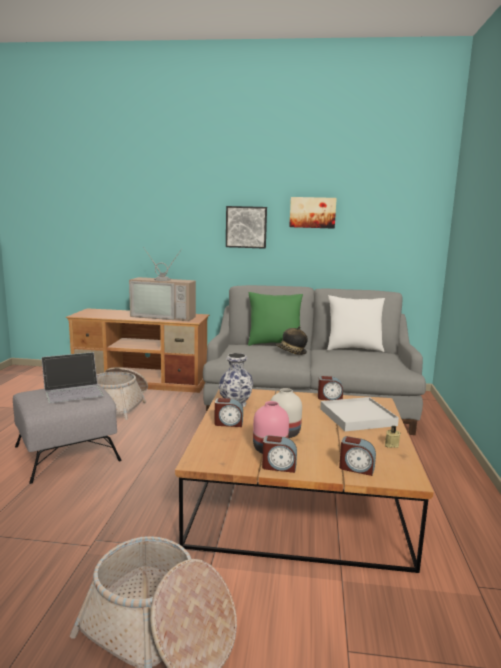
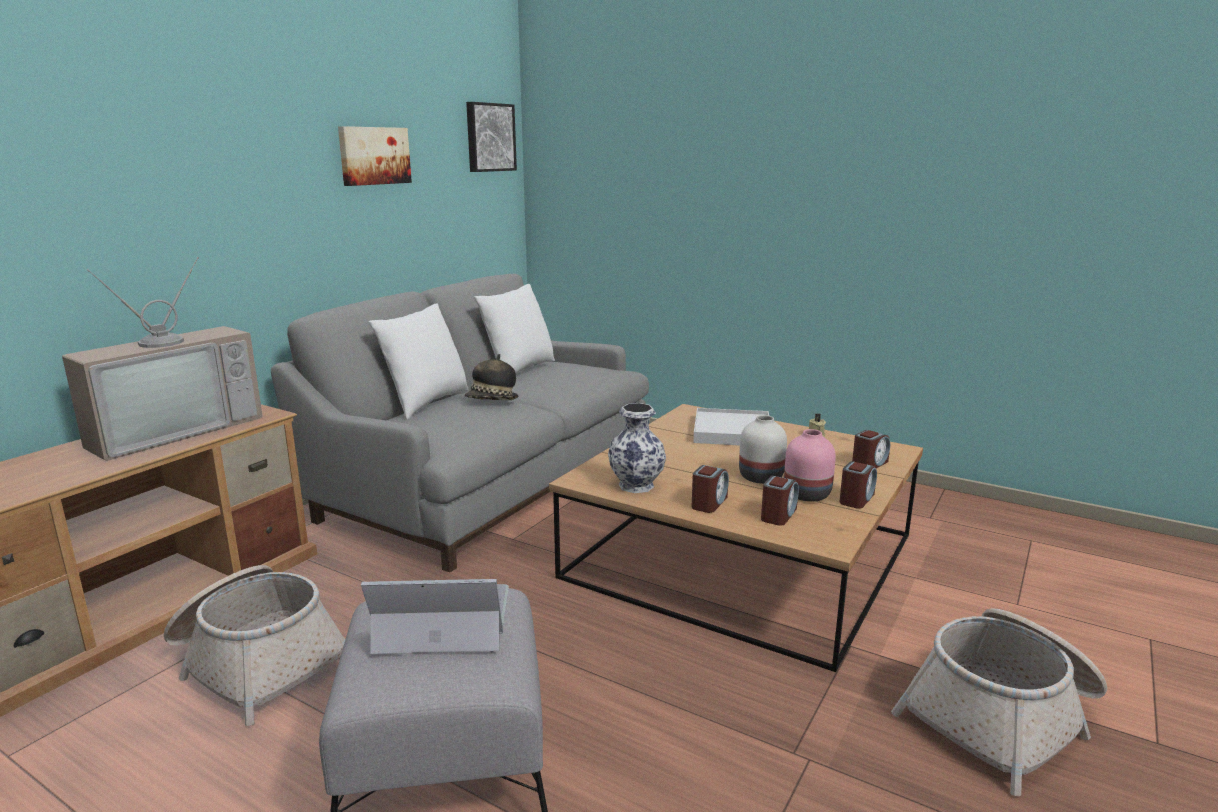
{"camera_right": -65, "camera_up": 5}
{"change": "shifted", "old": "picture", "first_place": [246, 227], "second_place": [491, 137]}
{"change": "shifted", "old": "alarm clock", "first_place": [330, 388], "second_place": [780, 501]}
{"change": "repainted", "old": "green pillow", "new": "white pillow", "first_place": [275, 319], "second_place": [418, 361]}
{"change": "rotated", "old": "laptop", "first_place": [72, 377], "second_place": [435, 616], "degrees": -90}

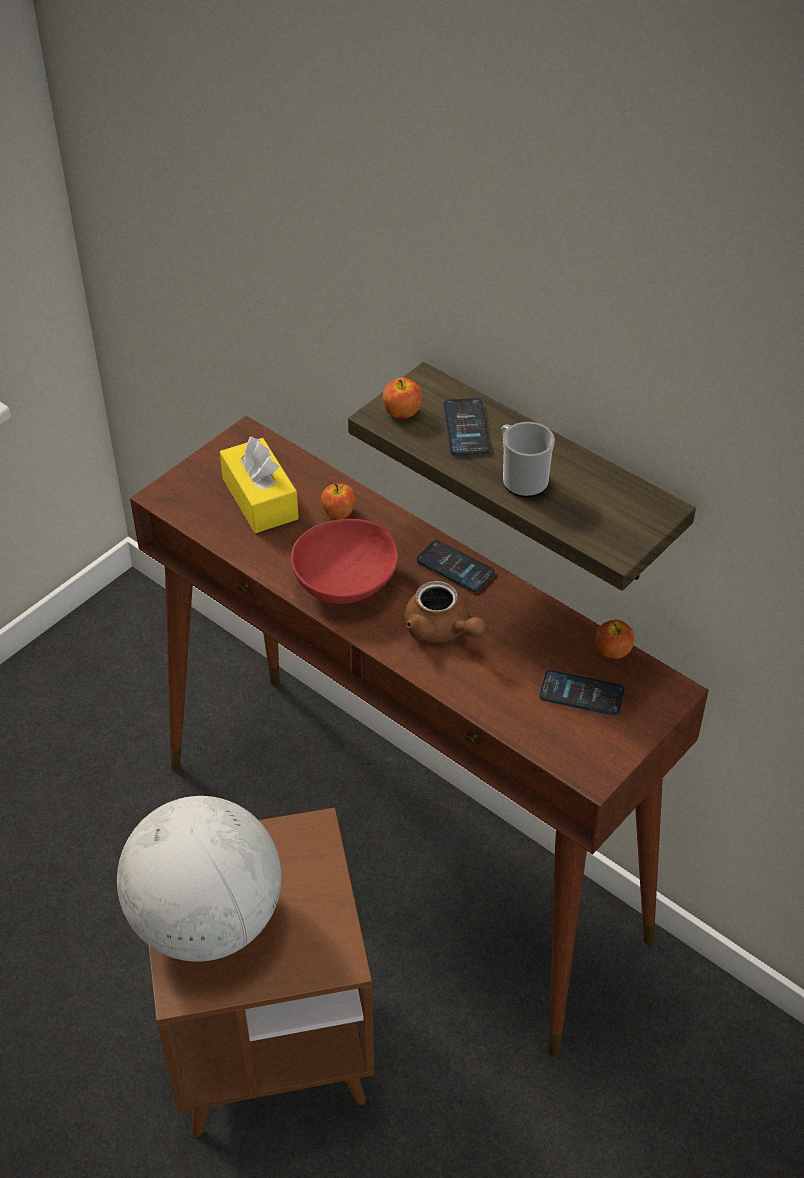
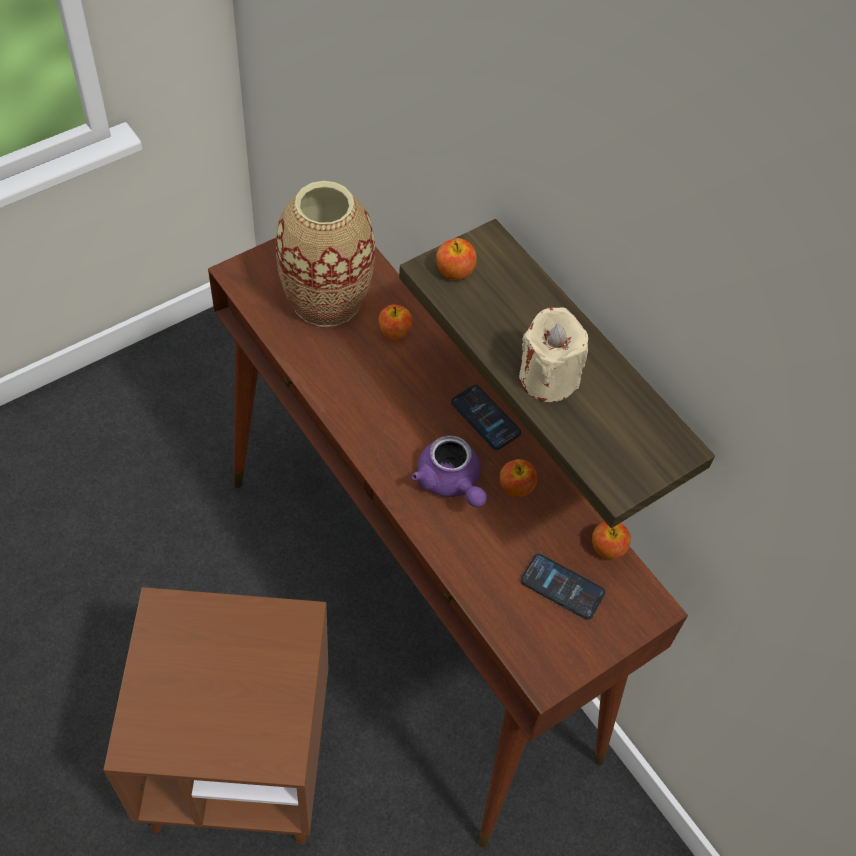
{"camera_right": 10, "camera_up": 10}
{"change": "gone", "old": "globe", "first_place": [199, 879]}
{"change": "gone", "old": "red bowl", "first_place": [344, 561]}
{"change": "gone", "old": "phone", "first_place": [467, 427]}
{"change": "new", "new": "apple", "second_place": [518, 478]}
{"change": "swapped", "old": "yellow tissue box", "new": "vase", "first_place": [259, 484], "second_place": [325, 254]}
{"change": "swapped", "old": "mug", "new": "beige candle", "first_place": [528, 460], "second_place": [553, 354]}
{"change": "repainted", "old": "brown teapot", "new": "purple teapot", "first_place": [445, 612], "second_place": [449, 471]}

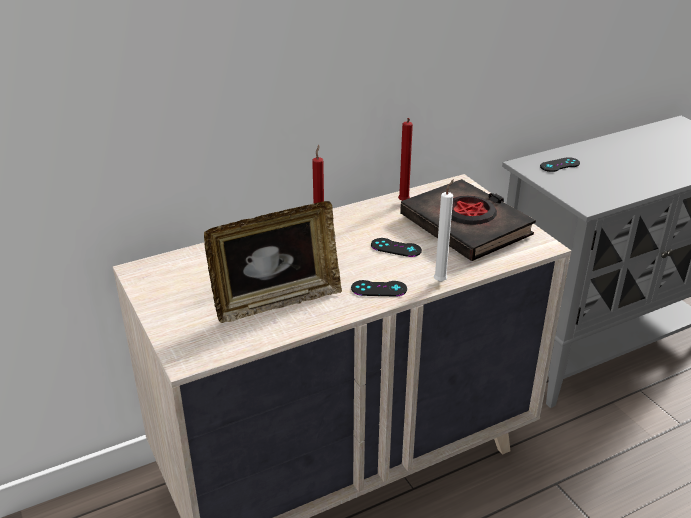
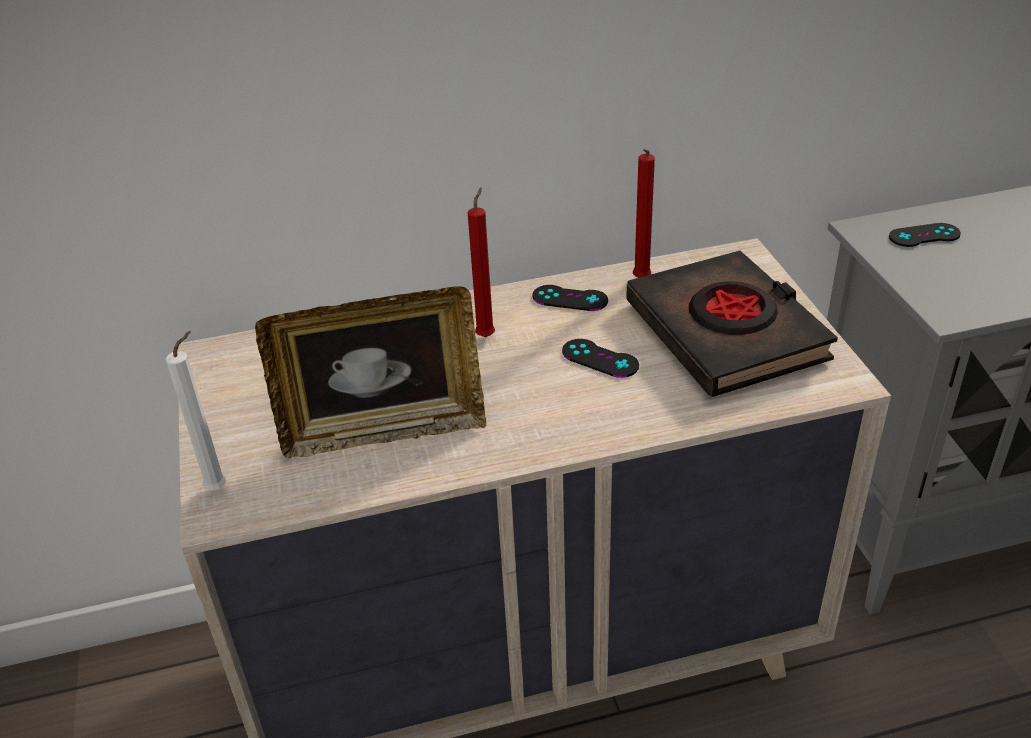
{"camera_right": 15, "camera_up": 5}
{"change": "shifted", "old": "black game controller", "first_place": [379, 288], "second_place": [570, 298]}
{"change": "shifted", "old": "white candle", "first_place": [444, 230], "second_place": [196, 411]}

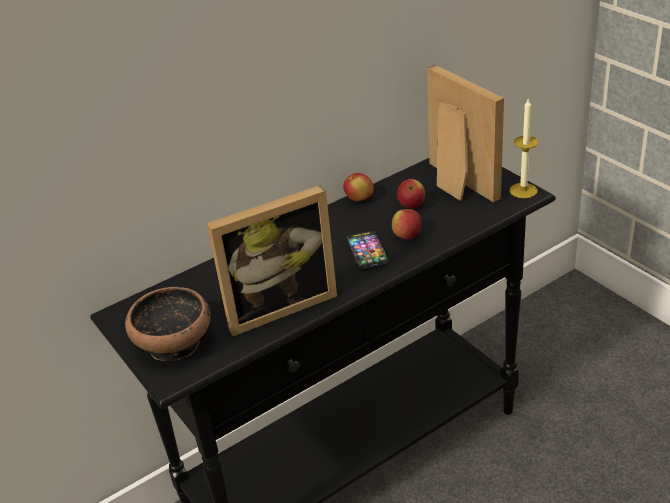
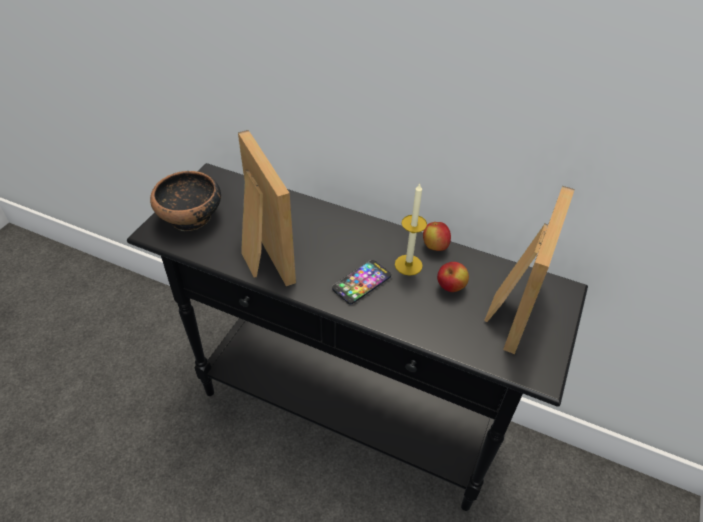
{"camera_right": 55, "camera_up": 10}
{"change": "gone", "old": "apple", "first_place": [406, 224]}
{"change": "shifted", "old": "candle", "first_place": [524, 148], "second_place": [411, 230]}
{"change": "rotated", "old": "picture frame", "first_place": [272, 260], "second_place": [267, 208], "degrees": -150}

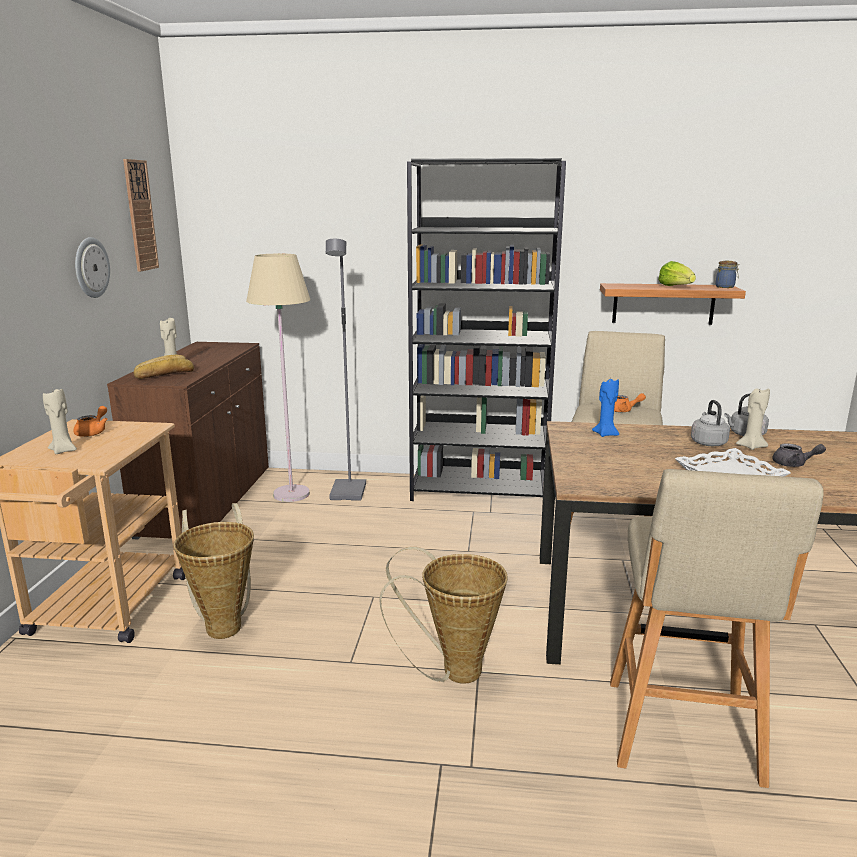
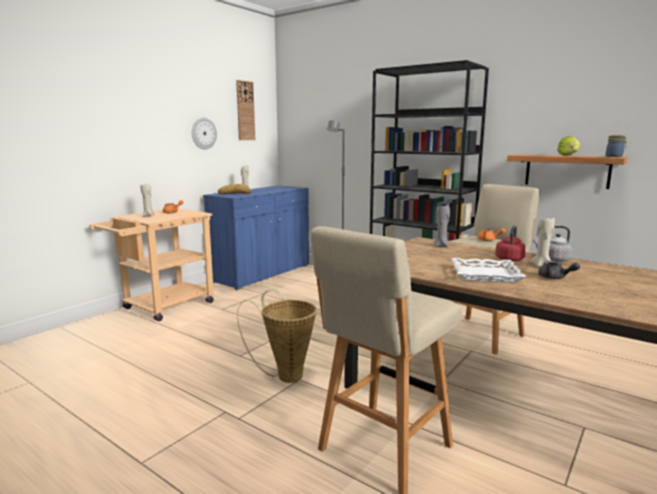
{"camera_right": 30, "camera_up": -5}
{"change": "gone", "old": "basket", "first_place": [214, 571]}
{"change": "gone", "old": "beige floor lamp", "first_place": [278, 378]}
{"change": "repainted", "old": "brown cabinet", "new": "blue cabinet", "first_place": [188, 440], "second_place": [256, 237]}
{"change": "repainted", "old": "blue candle", "new": "grey candle", "first_place": [605, 408], "second_place": [442, 226]}
{"change": "repainted", "old": "grey kettle", "new": "red kettle", "first_place": [710, 423], "second_place": [510, 243]}

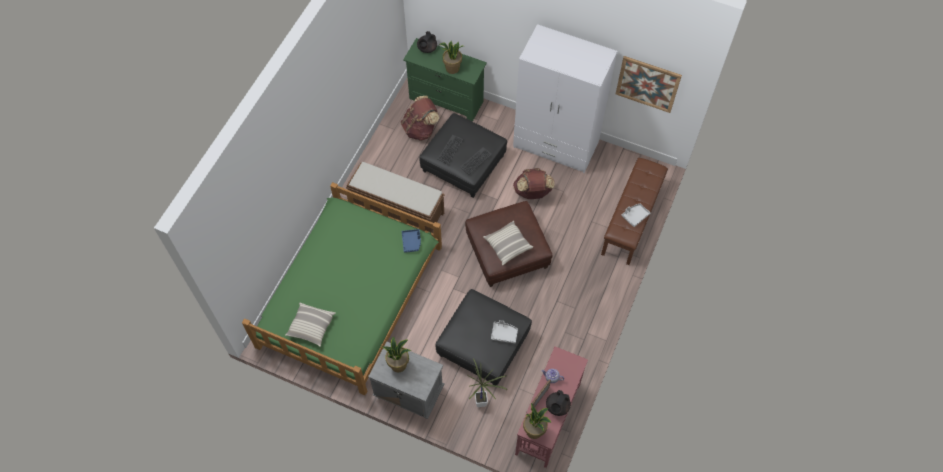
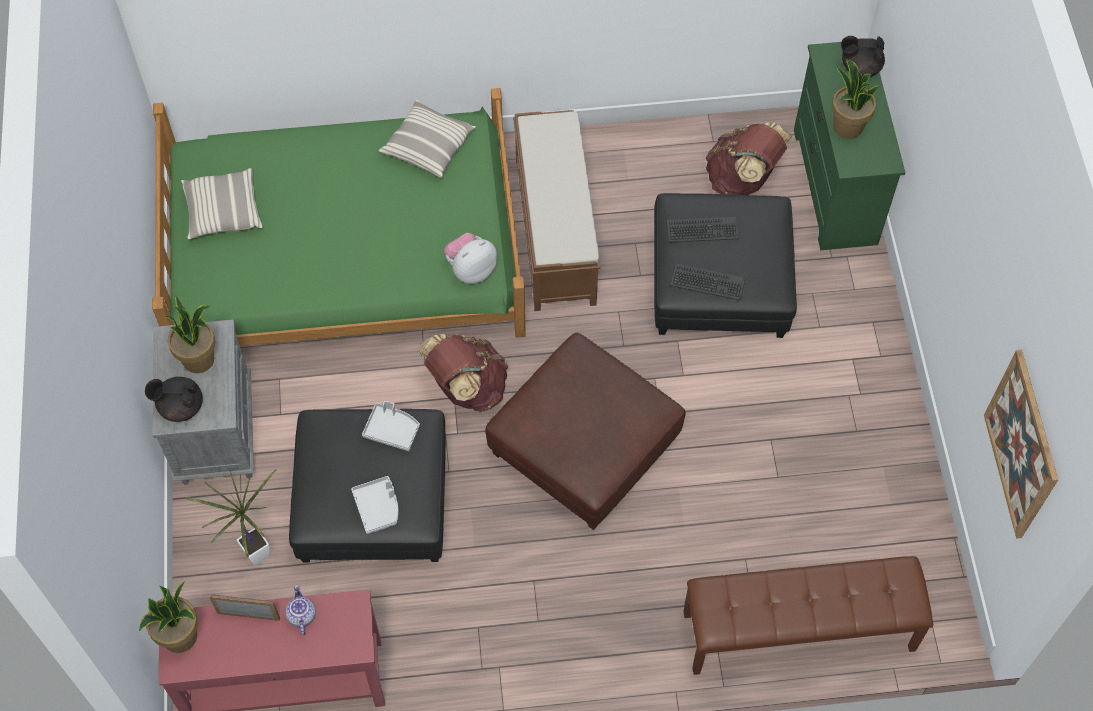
{"camera_right": 60, "camera_up": 0}
{"change": "gone", "old": "white wardrobe", "first_place": [565, 98]}
{"change": "shifted", "old": "pillow", "first_place": [508, 243], "second_place": [427, 139]}
{"change": "shifted", "old": "brown backpack", "first_place": [534, 183], "second_place": [463, 373]}
{"change": "shifted", "old": "black teapot", "first_place": [558, 403], "second_place": [174, 399]}
{"change": "shifted", "old": "grey tray", "first_place": [635, 215], "second_place": [391, 426]}
{"change": "swapped", "old": "blue tray", "new": "plush toy", "first_place": [411, 241], "second_place": [470, 258]}

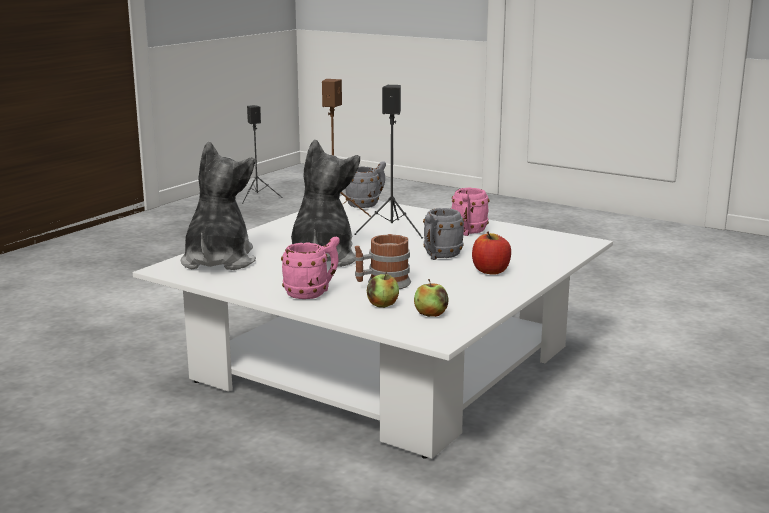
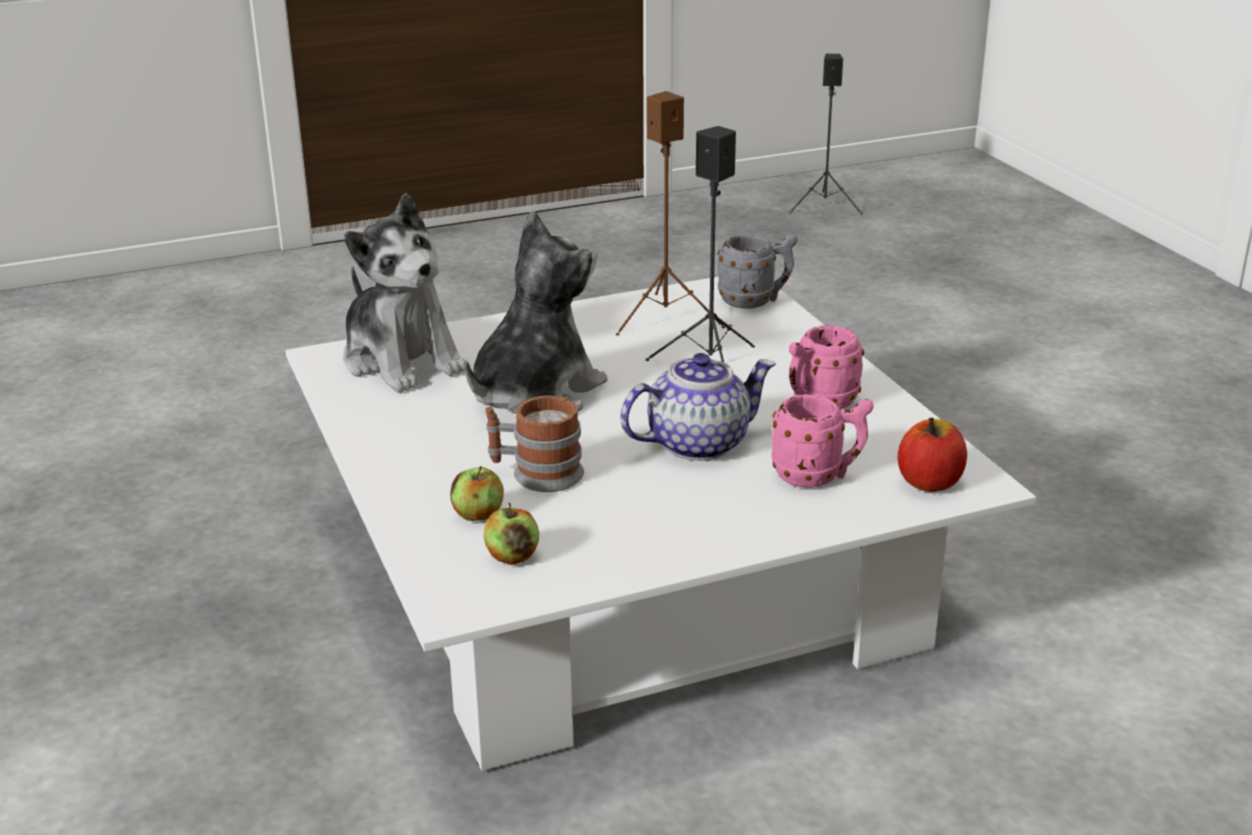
{"camera_right": 35, "camera_up": 10}
{"change": "shifted", "old": "pink mug", "first_place": [310, 268], "second_place": [822, 441]}
{"change": "shifted", "old": "apple", "first_place": [491, 252], "second_place": [932, 455]}
{"change": "swapped", "old": "grey mug", "new": "teapot", "first_place": [443, 234], "second_place": [698, 407]}
{"change": "rotated", "old": "plush toy", "first_place": [218, 205], "second_place": [404, 293], "degrees": 105}

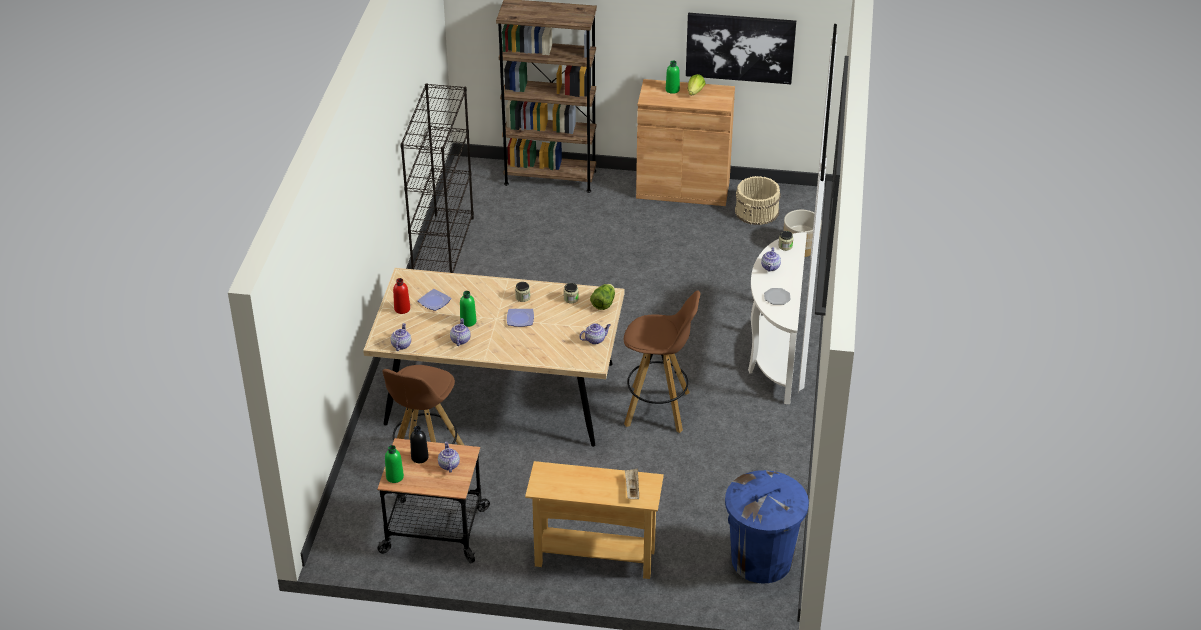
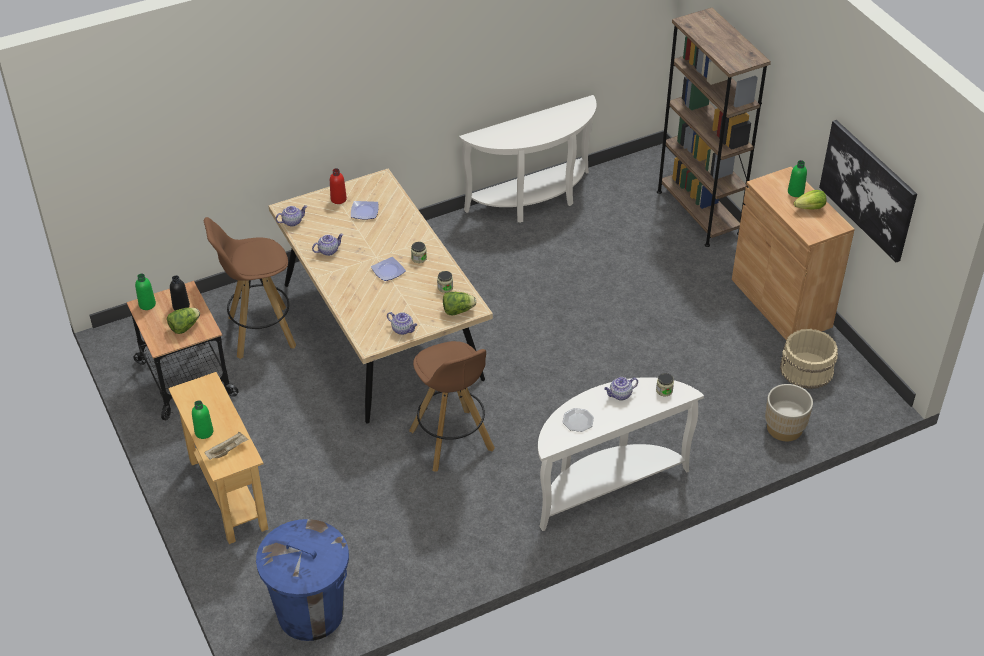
{"camera_right": 55, "camera_up": 5}
{"change": "shifted", "old": "green bottle", "first_place": [468, 309], "second_place": [202, 419]}
{"change": "swapped", "old": "black bookcase", "new": "white console table", "first_place": [437, 178], "second_place": [528, 159]}
{"change": "swapped", "old": "teapot", "new": "lettuce", "first_place": [449, 457], "second_place": [183, 321]}

